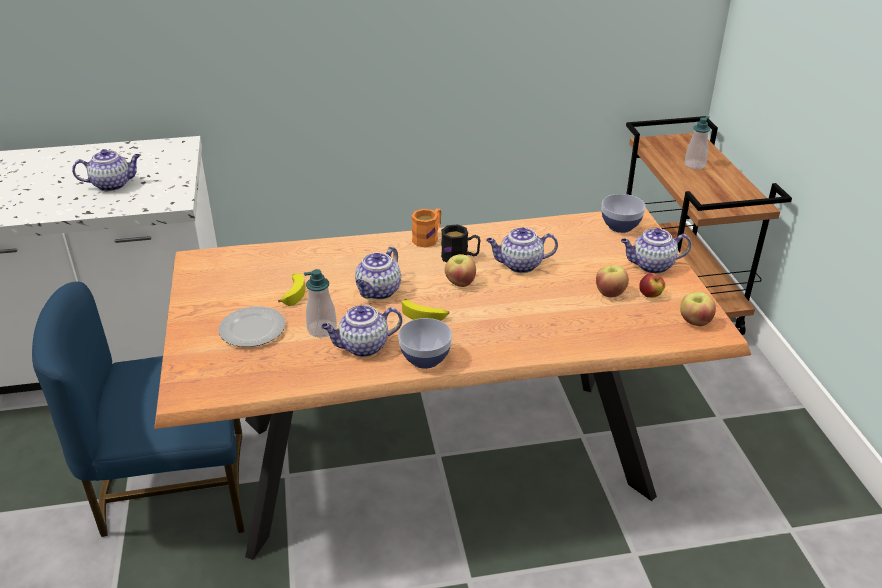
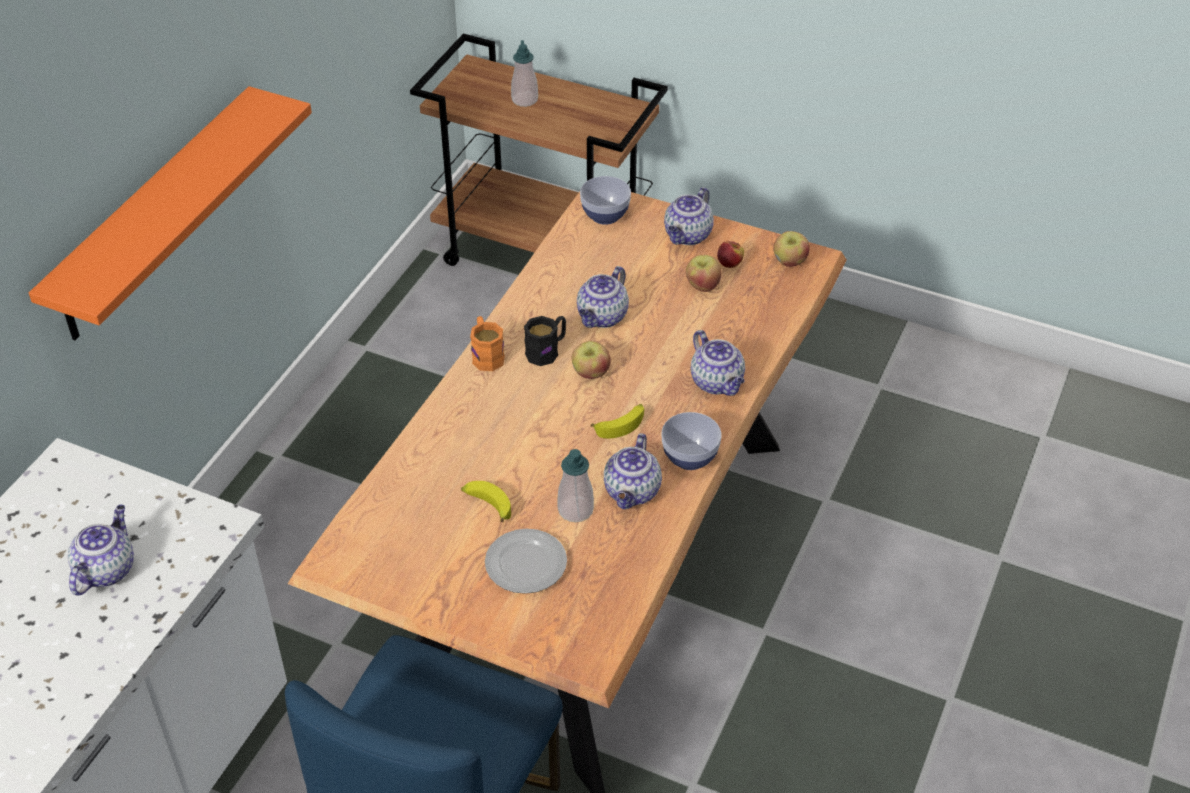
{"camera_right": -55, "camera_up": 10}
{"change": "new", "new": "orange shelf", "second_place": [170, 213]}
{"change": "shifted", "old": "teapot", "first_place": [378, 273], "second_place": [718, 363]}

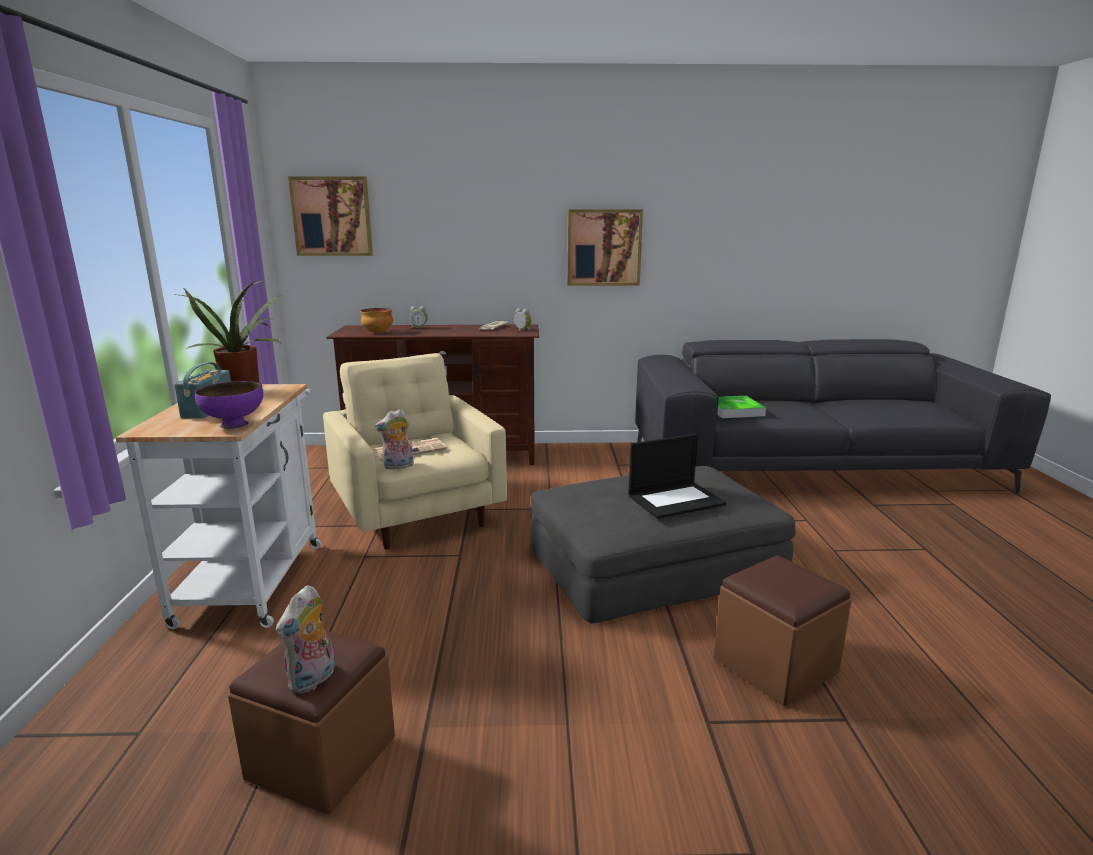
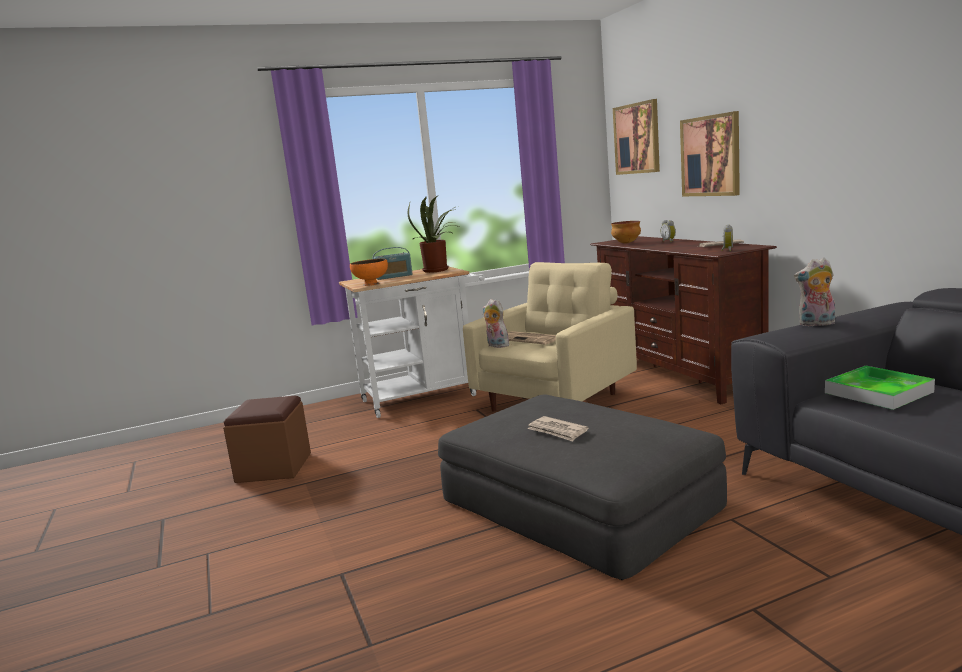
{"camera_right": 70, "camera_up": -5}
{"change": "gone", "old": "brown ottoman", "first_place": [782, 631]}
{"change": "shifted", "old": "plush toy", "first_place": [305, 639], "second_place": [814, 292]}
{"change": "shifted", "old": "picture", "first_place": [605, 247], "second_place": [710, 153]}
{"change": "swapped", "old": "laptop", "new": "newspaper", "first_place": [677, 476], "second_place": [557, 429]}
{"change": "repainted", "old": "purple bowl", "new": "orange bowl", "first_place": [229, 405], "second_place": [369, 272]}

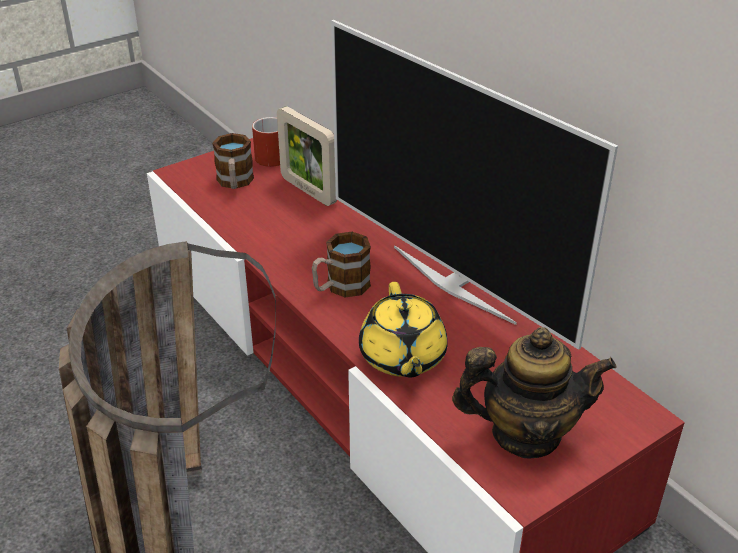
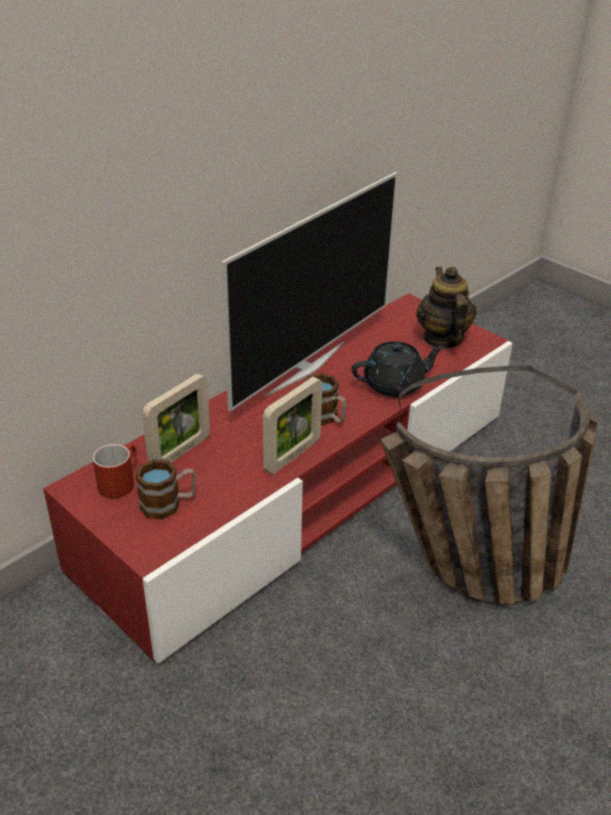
{"camera_right": -100, "camera_up": 0}
{"change": "new", "new": "picture frame", "second_place": [292, 425]}
{"change": "repainted", "old": "yellow teapot", "new": "black teapot", "first_place": [403, 329], "second_place": [398, 369]}

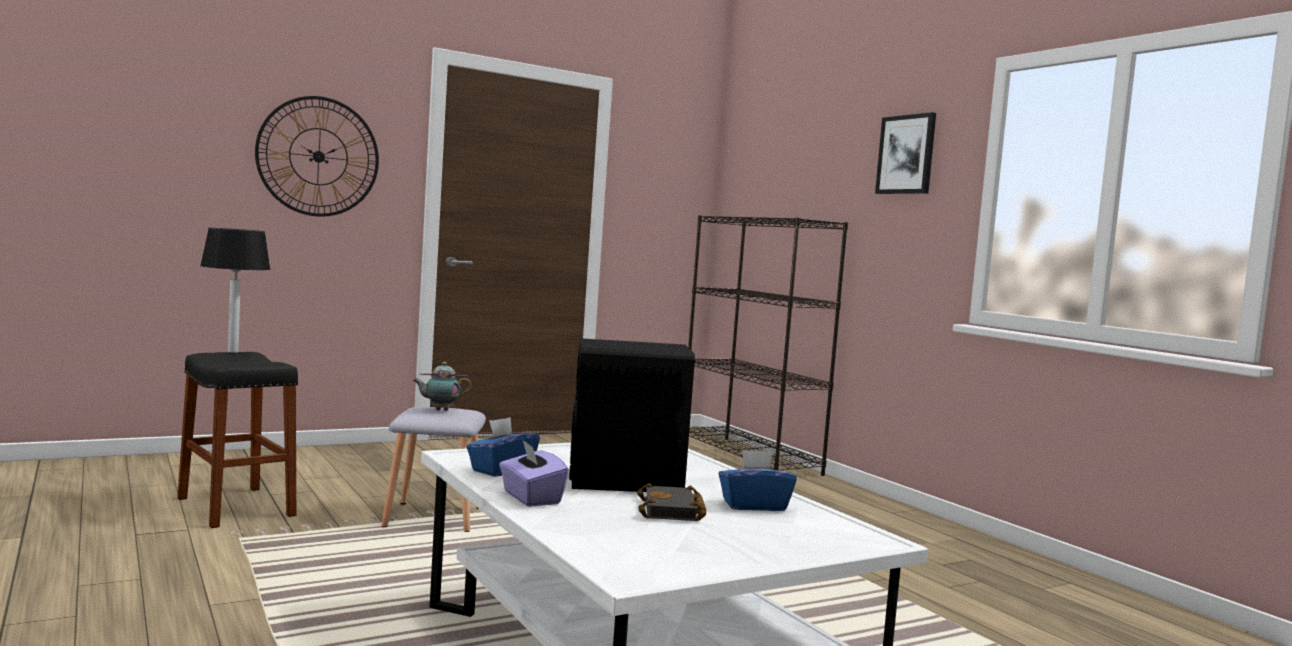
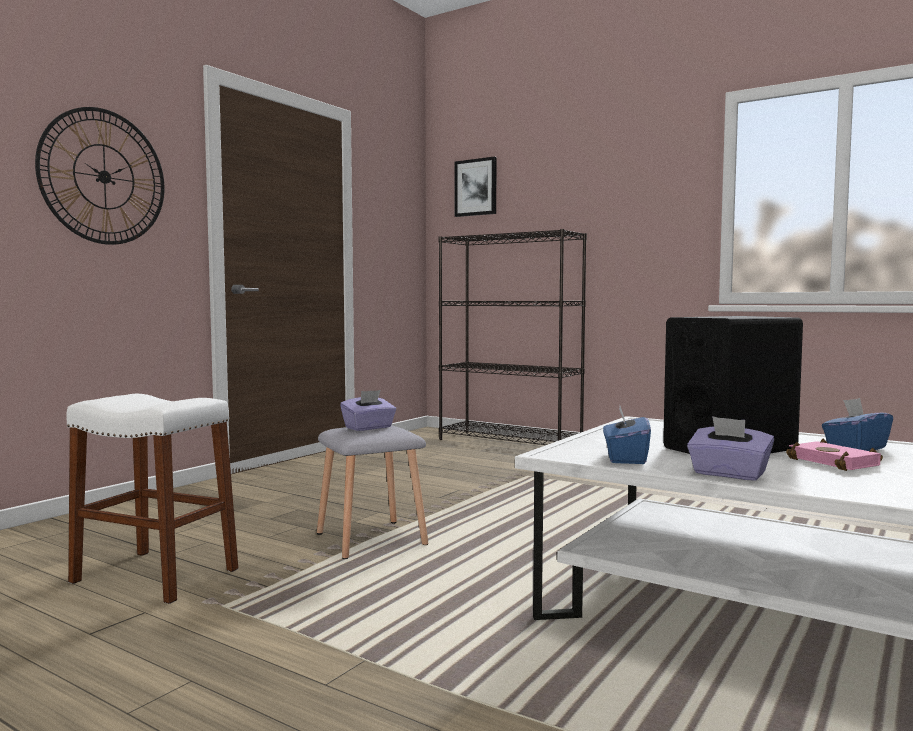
{"camera_right": -25, "camera_up": 0}
{"change": "gone", "old": "table lamp", "first_place": [235, 290]}
{"change": "shifted", "old": "picture", "first_place": [905, 153], "second_place": [476, 186]}
{"change": "swapped", "old": "teapot", "new": "purple tissue box", "first_place": [442, 386], "second_place": [368, 410]}
{"change": "repainted", "old": "black stool", "new": "white stool", "first_place": [237, 440], "second_place": [152, 499]}
{"change": "repainted", "old": "black book", "new": "pink book", "first_place": [672, 502], "second_place": [834, 455]}

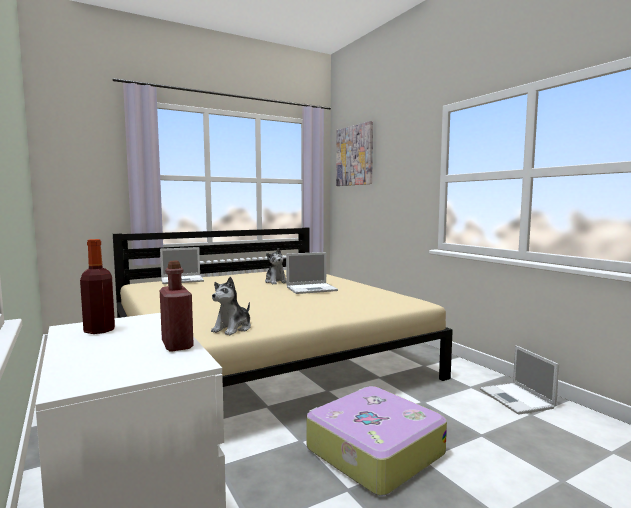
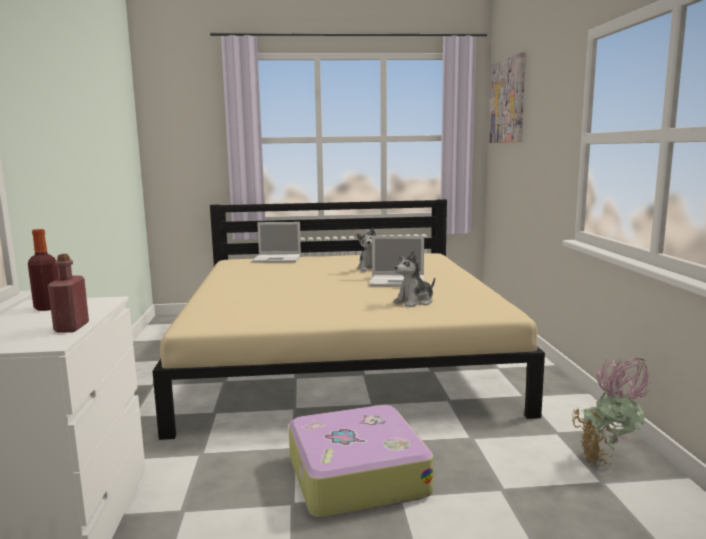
{"camera_right": 25, "camera_up": 5}
{"change": "shifted", "old": "plush toy", "first_place": [231, 306], "second_place": [414, 279]}
{"change": "swapped", "old": "laptop", "new": "potted plant", "first_place": [519, 380], "second_place": [612, 412]}

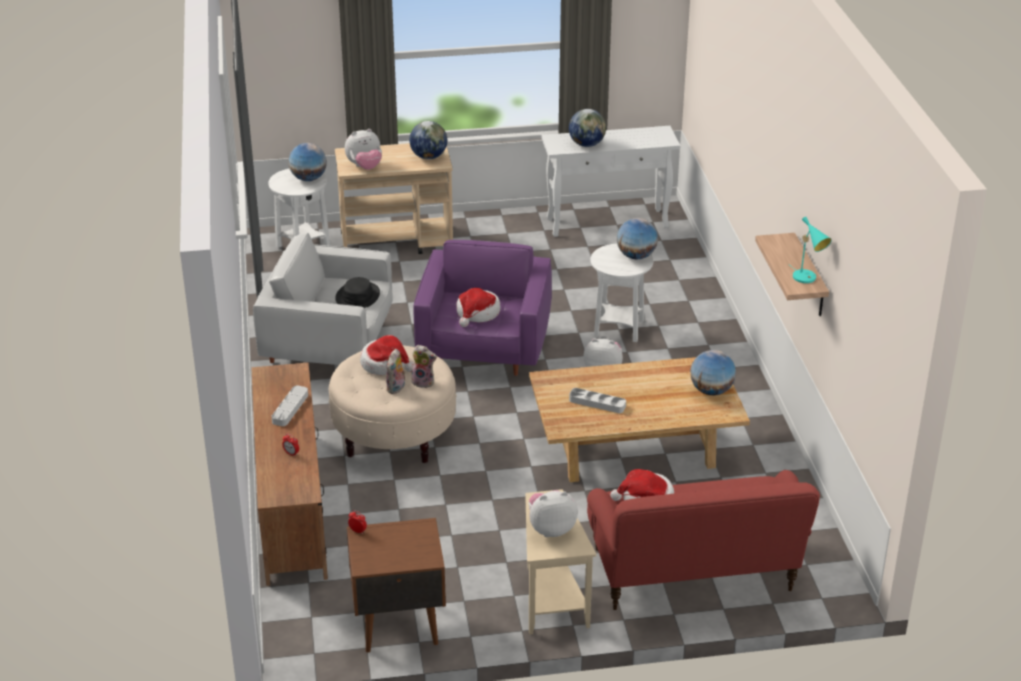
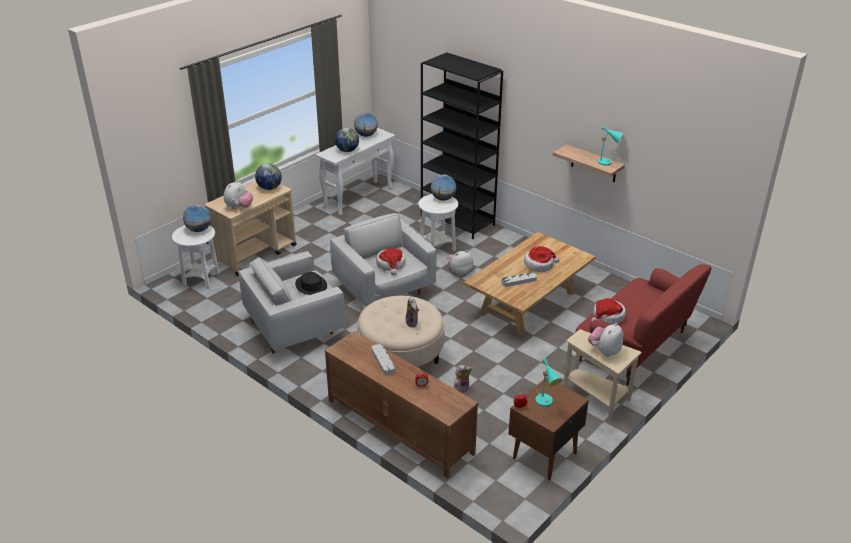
{"camera_right": -40, "camera_up": 0}
{"change": "new", "new": "black bookcase", "second_place": [462, 145]}
{"change": "new", "new": "turquoise table lamp", "second_place": [548, 382]}
{"change": "shifted", "old": "hat", "first_place": [387, 355], "second_place": [541, 259]}
{"change": "shifted", "old": "plush toy", "first_place": [424, 366], "second_place": [463, 379]}
{"change": "shifted", "old": "globe", "first_place": [713, 372], "second_place": [366, 125]}
{"change": "repainted", "old": "purple armchair", "new": "white armchair", "first_place": [483, 308], "second_place": [383, 260]}

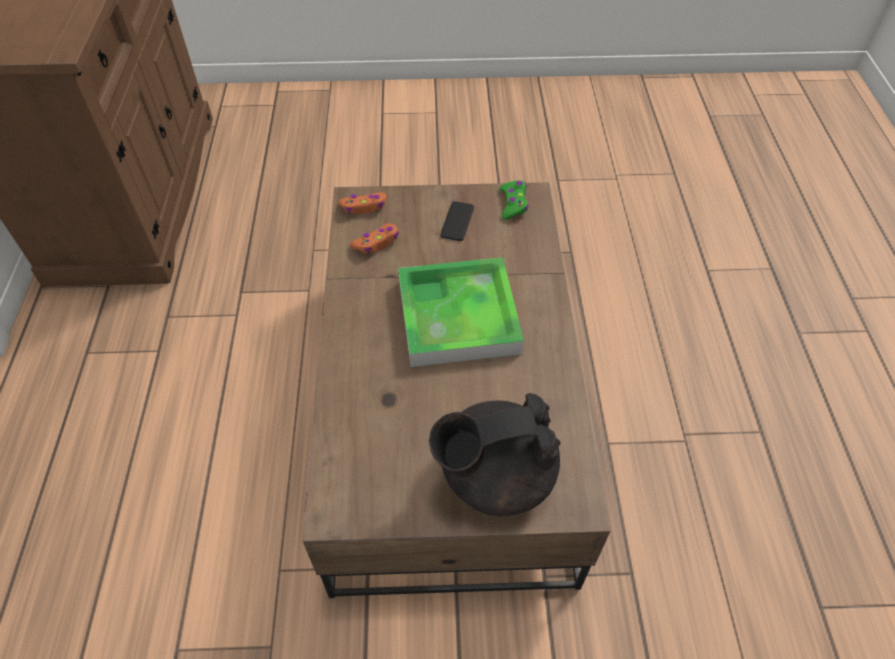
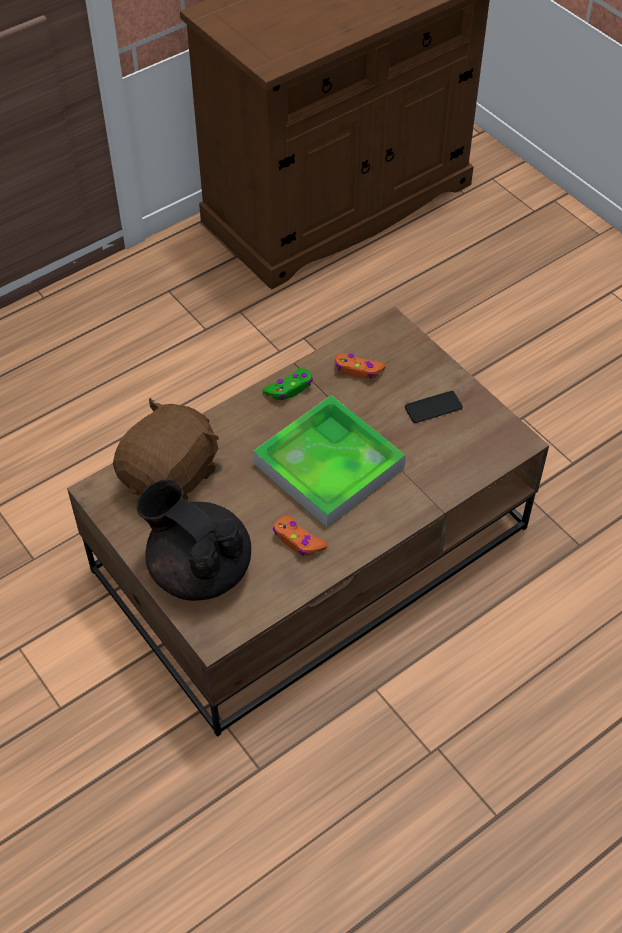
{"camera_right": 55, "camera_up": 0}
{"change": "new", "new": "brown plush toy", "second_place": [166, 449]}
{"change": "shifted", "old": "orange game controller", "first_place": [362, 203], "second_place": [300, 535]}
{"change": "shifted", "old": "green game controller", "first_place": [514, 200], "second_place": [287, 384]}

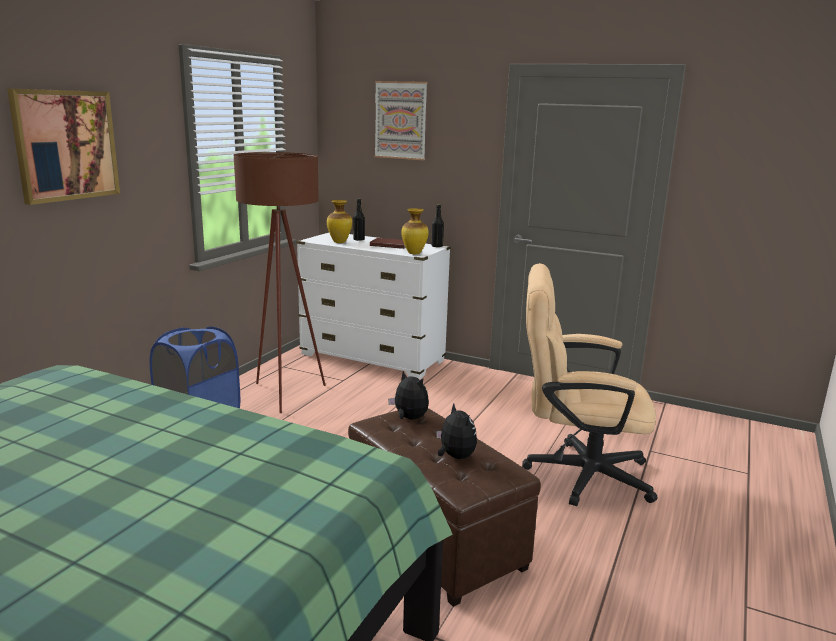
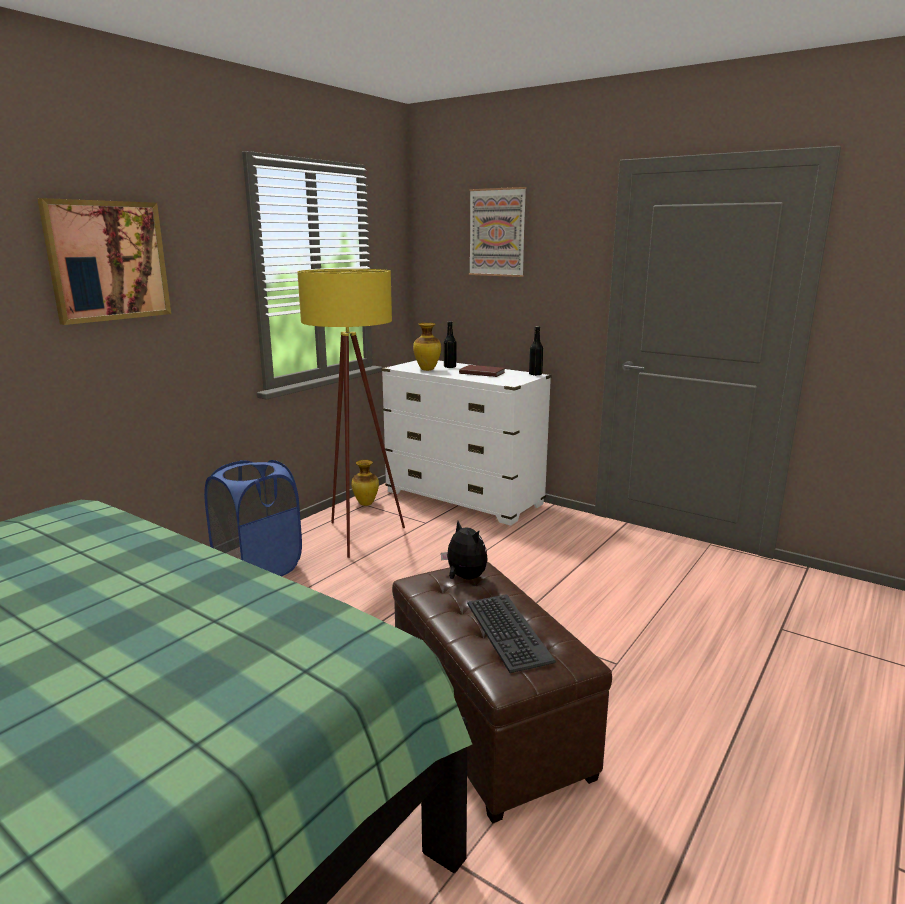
{"camera_right": 10, "camera_up": 0}
{"change": "gone", "old": "beige office chair", "first_place": [590, 384]}
{"change": "shifted", "old": "vase", "first_place": [415, 231], "second_place": [365, 483]}
{"change": "swapped", "old": "plush toy", "new": "keyboard", "first_place": [456, 431], "second_place": [511, 633]}
{"change": "repainted", "old": "brown floor lamp", "new": "yellow floor lamp", "first_place": [279, 282], "second_place": [351, 413]}

